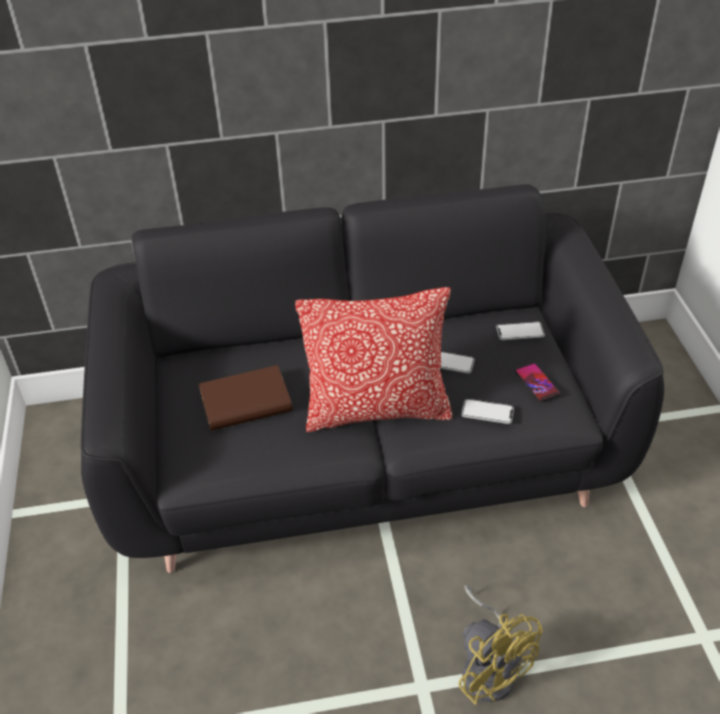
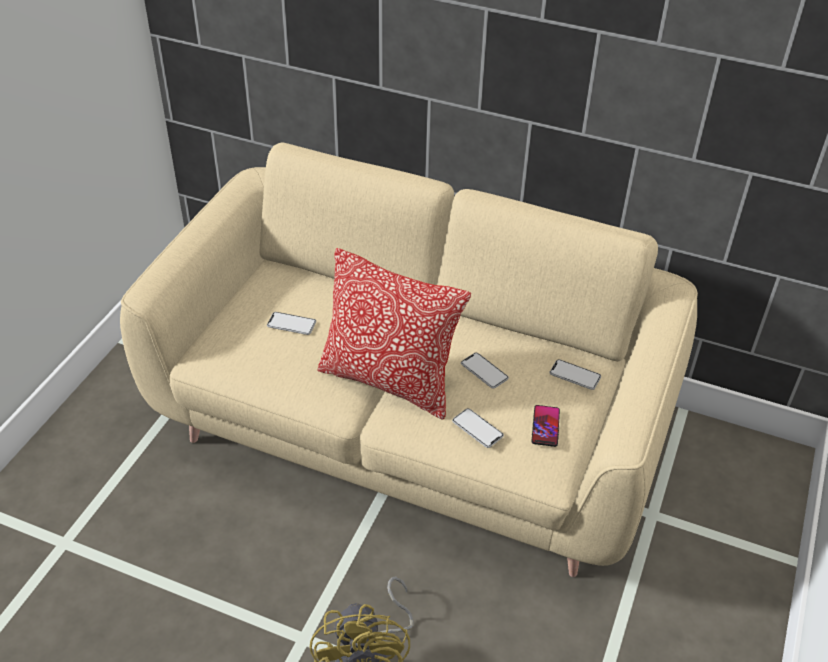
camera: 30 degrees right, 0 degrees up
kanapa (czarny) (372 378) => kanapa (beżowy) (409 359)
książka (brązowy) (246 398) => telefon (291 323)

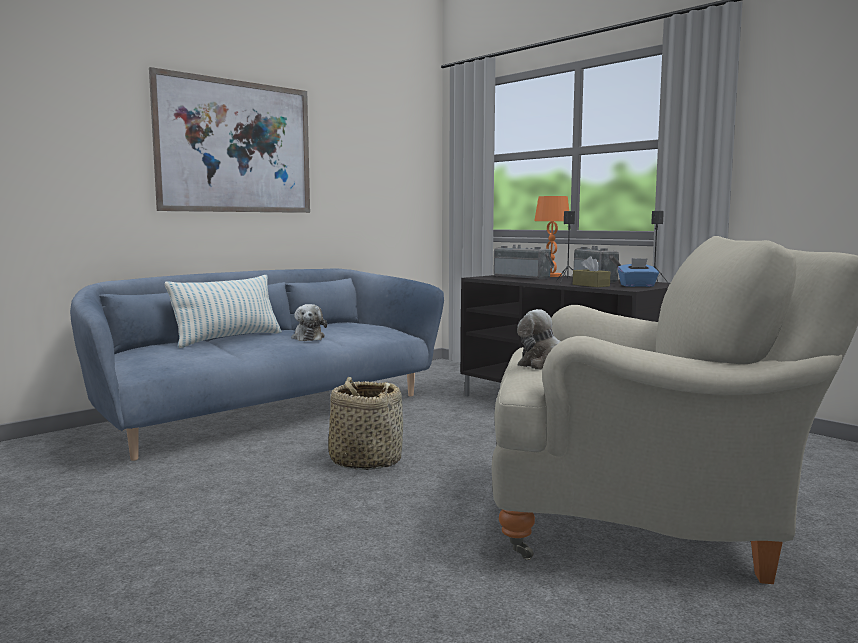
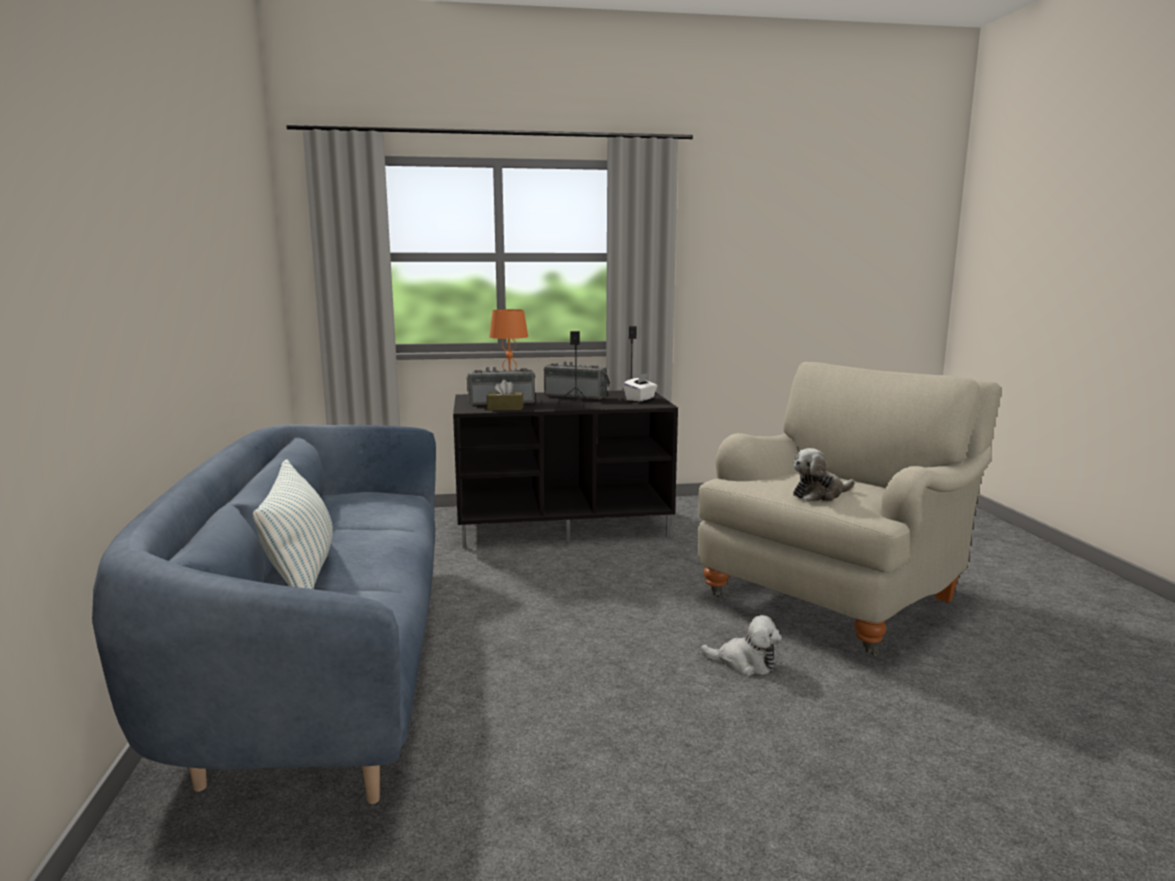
camera: 55 degrees left, 5 degrees up
pudełko chusteczek (brązowy) (592 271) => pudełko chusteczek (brązowy) (505 395), move
pudełko chusteczek (niebieski) (638 272) => pudełko chusteczek (biały) (640 387)
pluszak (309 322) => pluszak (741 645), move
obraz (229 140) => nothing
koszyk (365 423) => nothing

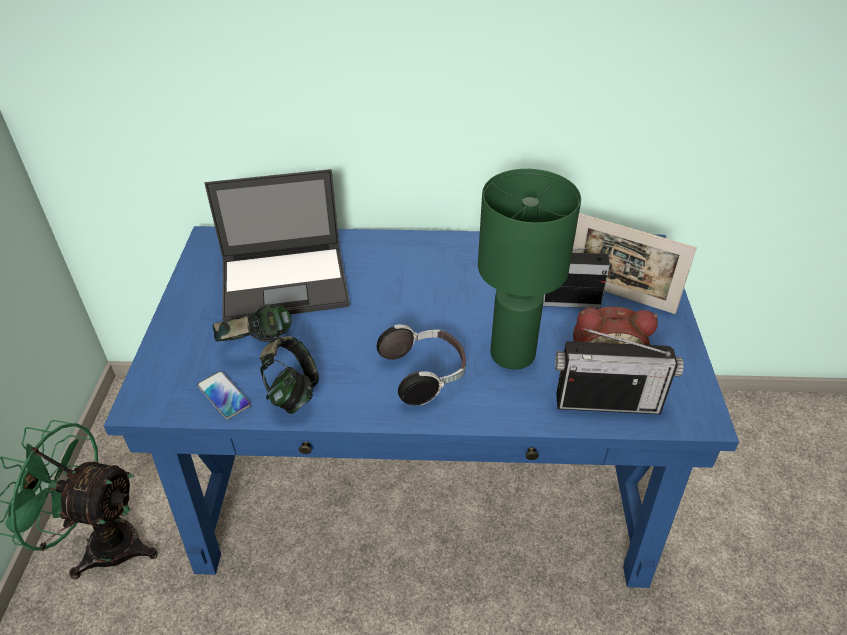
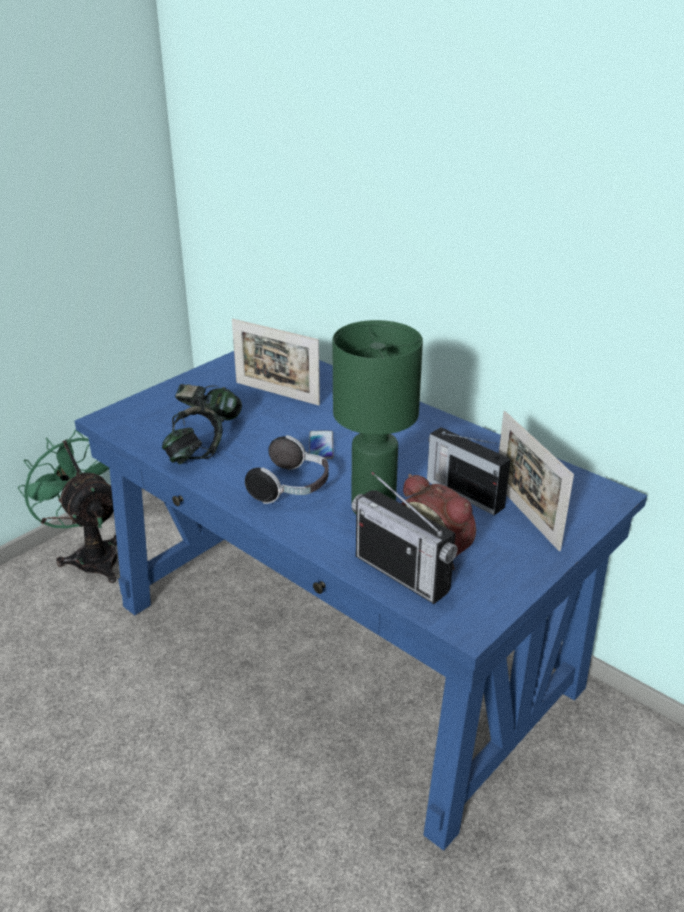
camera: 40 degrees right, 10 degrees down
laptop (277 245) => ramka na zdjęcie (276 362)
telefon (224 395) => telefon (321 445), move

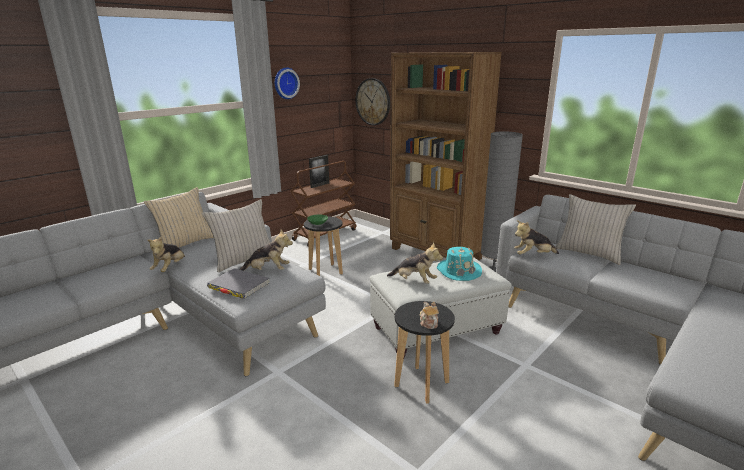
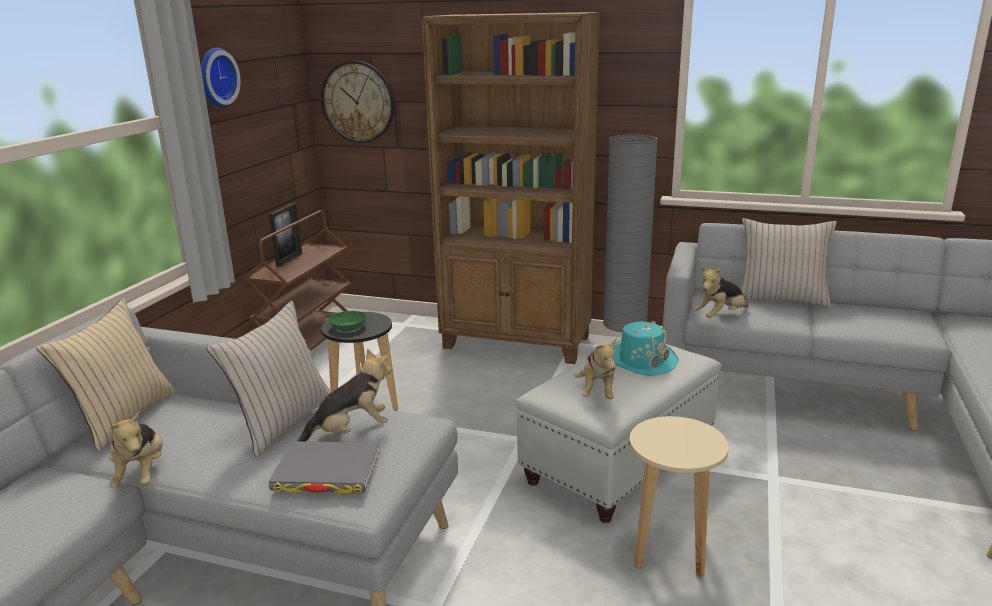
camera: 25 degrees left, 0 degrees up
pluszak (415 263) => pluszak (595 368), 90 degrees clockwise
stołek (czarny) (424 352) => stołek (beżowy) (679 497)
imbryk (429 315) => nothing

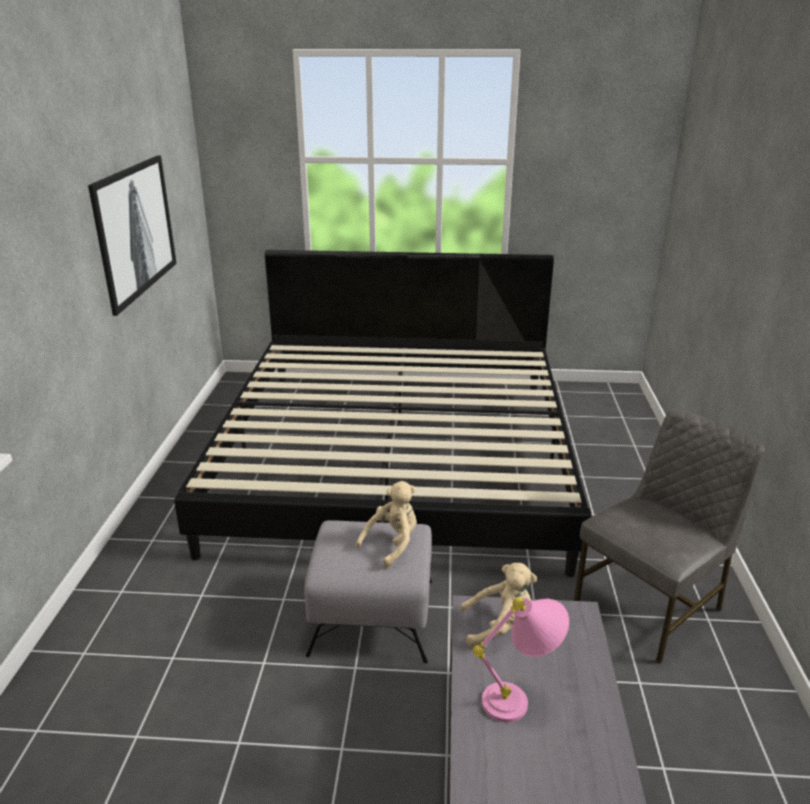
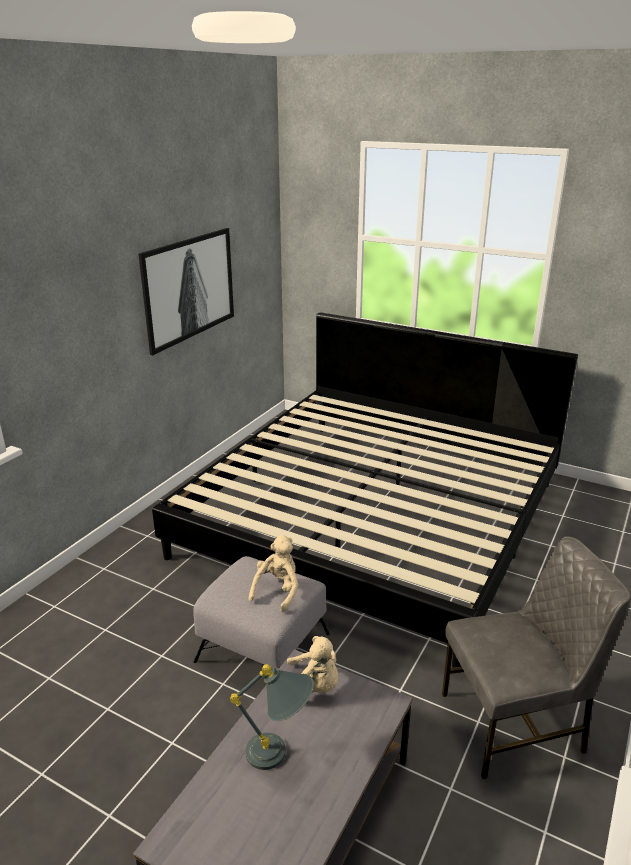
camera: 25 degrees right, 0 degrees up
lampa stołowa (różowy) (521 659) => lampa stołowa (szary) (272 717)
pluszak (beżowy) (386 524) => pluszak (beżowy) (273 573), 45 degrees counterclockwise

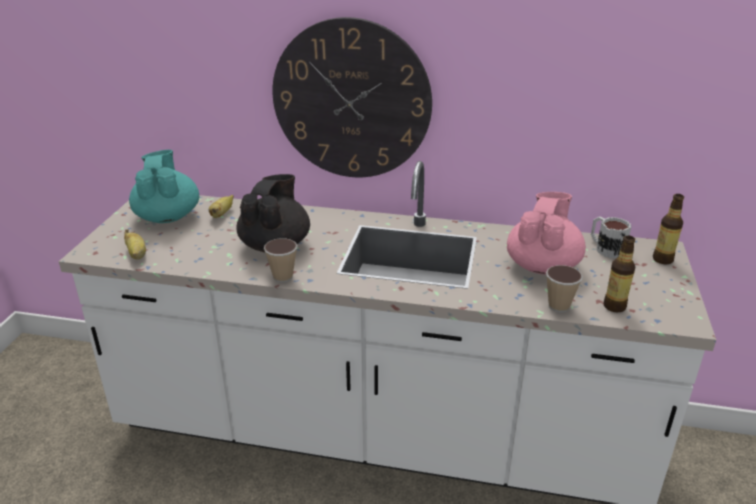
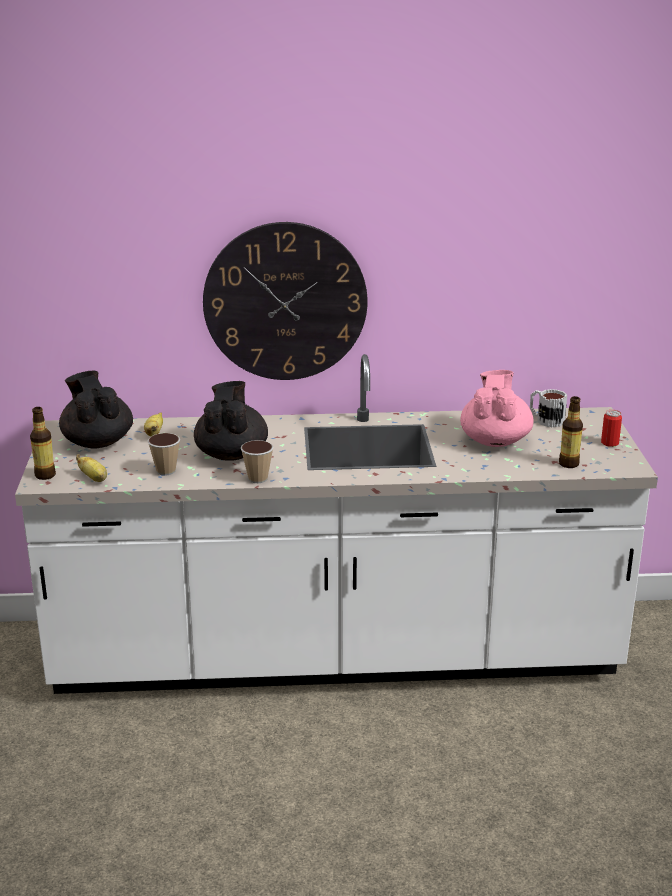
camera: 15 degrees left, 5 degrees down
butelka (668 229) => butelka (43 443), move
imbryk (turkusowy) (164 186) => imbryk (czarny) (96 410)
filiżanka (564 288) => filiżanka (163 454), move
nothing => puszka (611 428)

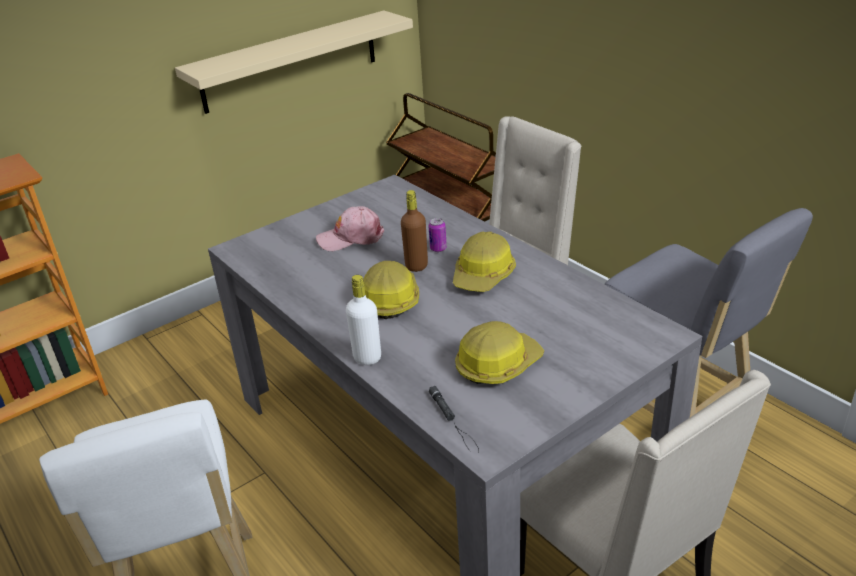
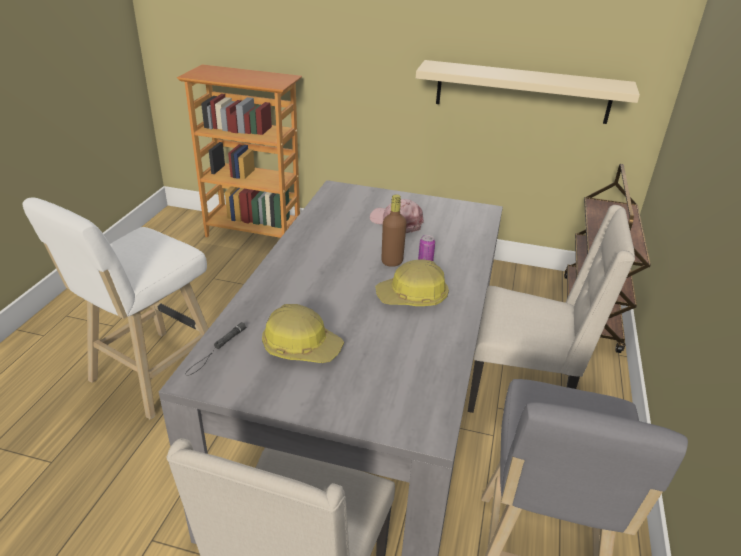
camera: 50 degrees right, 0 degrees up
butelka (biały) (363 320) => nothing
kask (391 290) => nothing

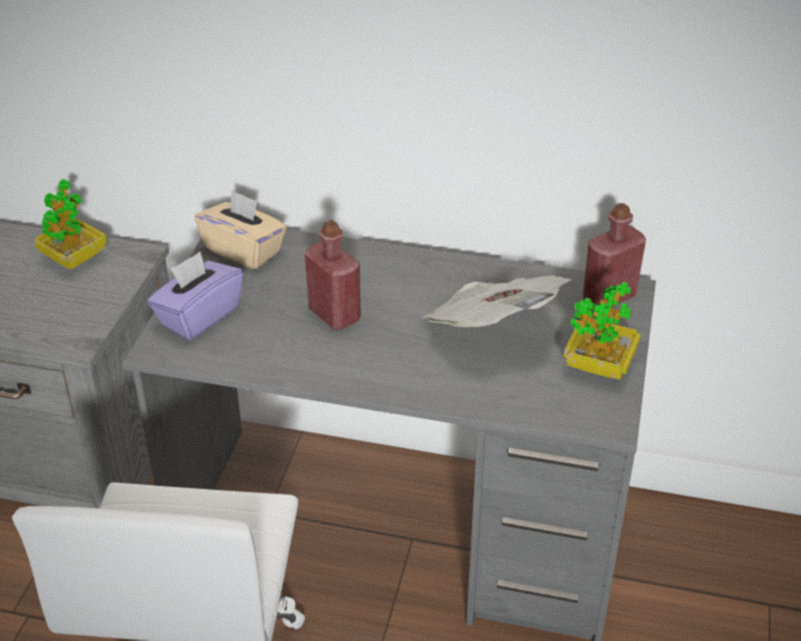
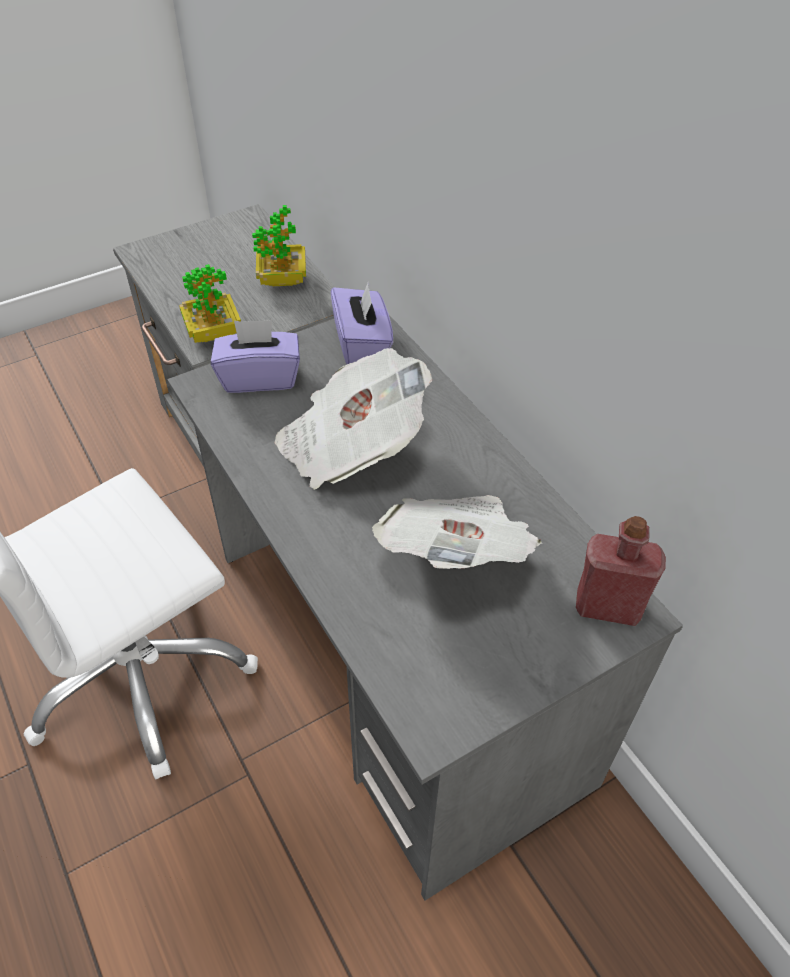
camera: 45 degrees right, 10 degrees up
roślina doniczkowa (602 331) => roślina doniczkowa (210 303), move
butelka (czerwony) (333 275) => gazeta (353 419)
pudełko chusteczek (beżowy) (241 229) => pudełko chusteczek (fioletowy) (362 323)

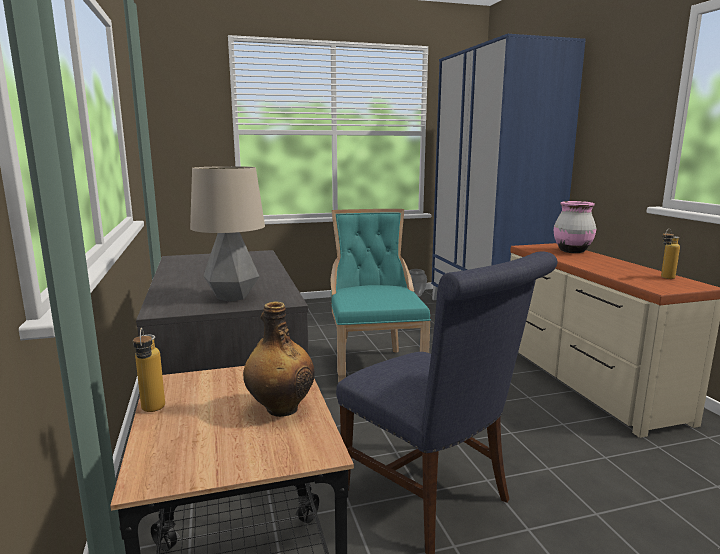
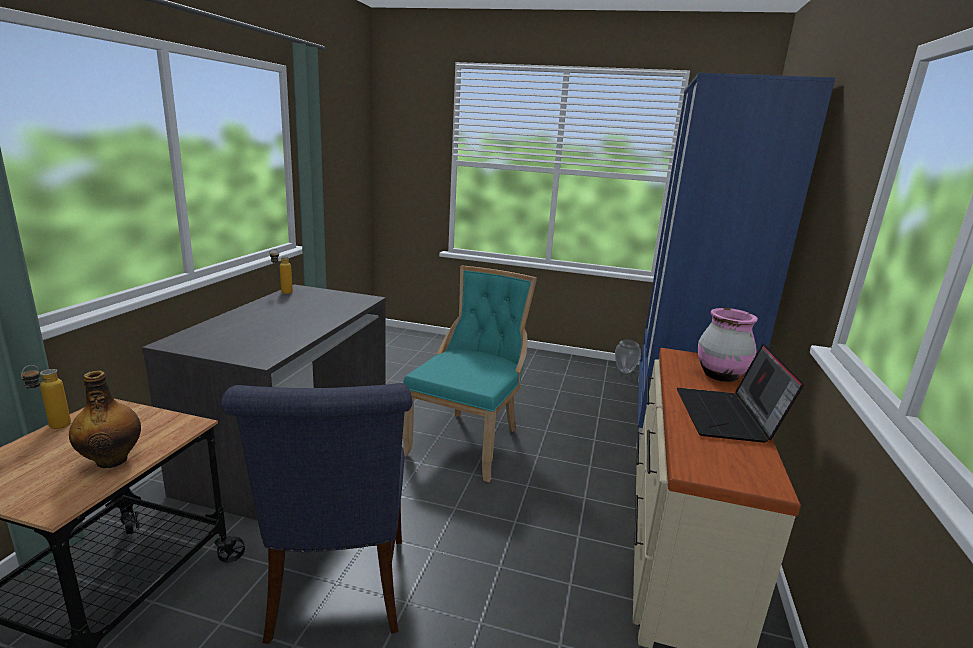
camera: 30 degrees right, 5 degrees up
butelka (670 254) => butelka (281 271), move
nothing => laptop (740 393)
lampa stołowa (227 234) => nothing

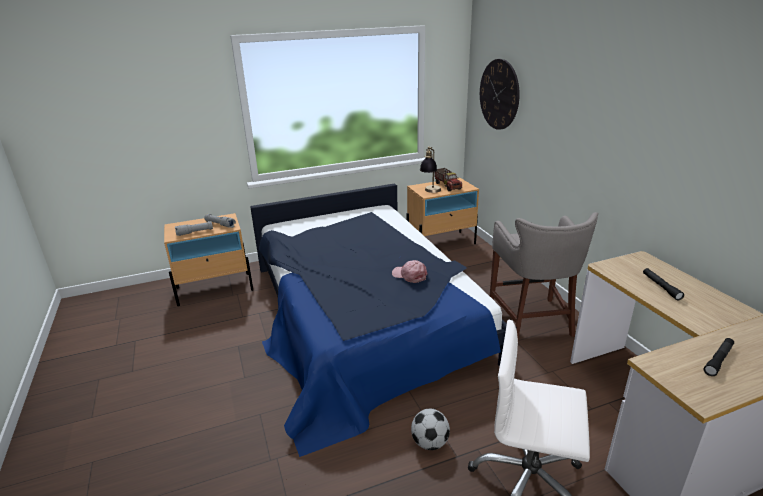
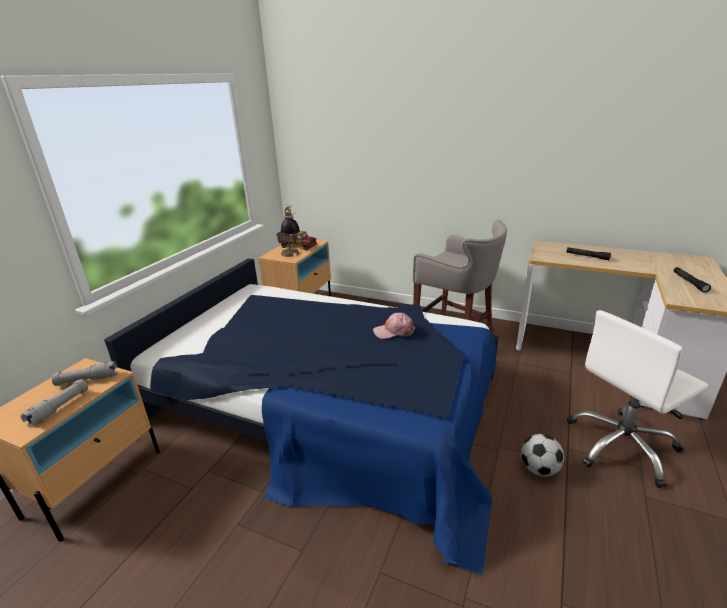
camera: 45 degrees left, 0 degrees up
zegar ścienny (500 94) => nothing

